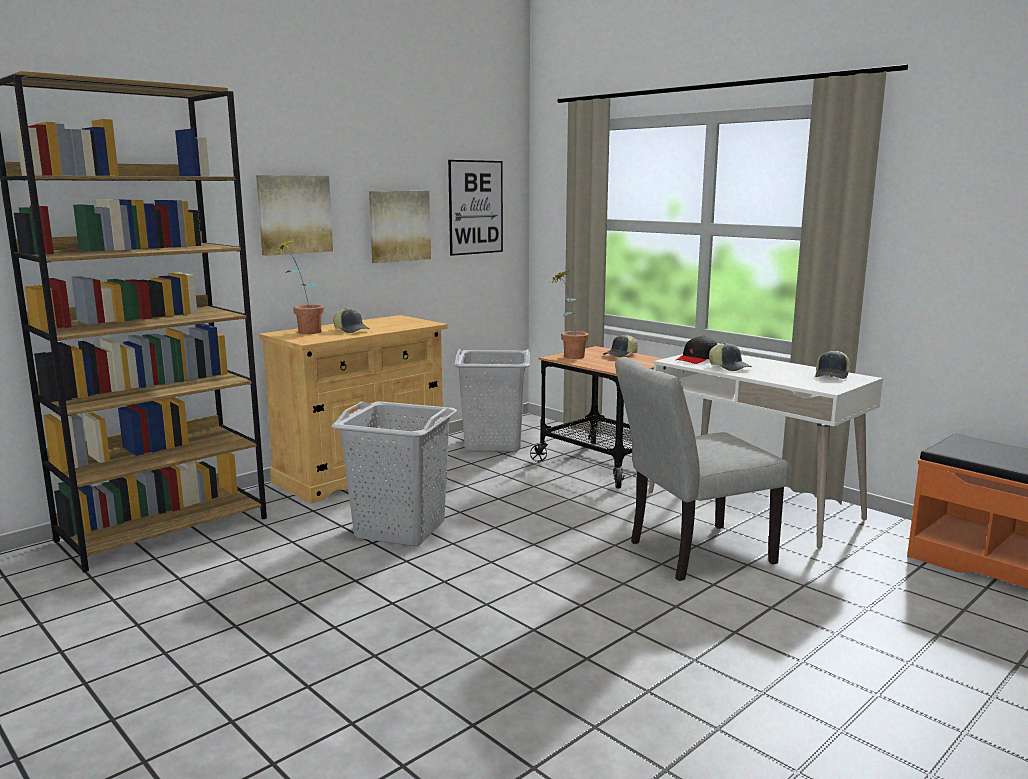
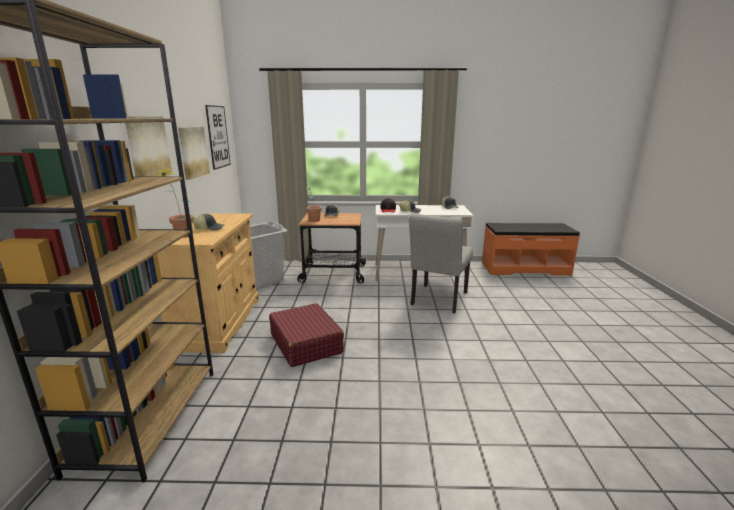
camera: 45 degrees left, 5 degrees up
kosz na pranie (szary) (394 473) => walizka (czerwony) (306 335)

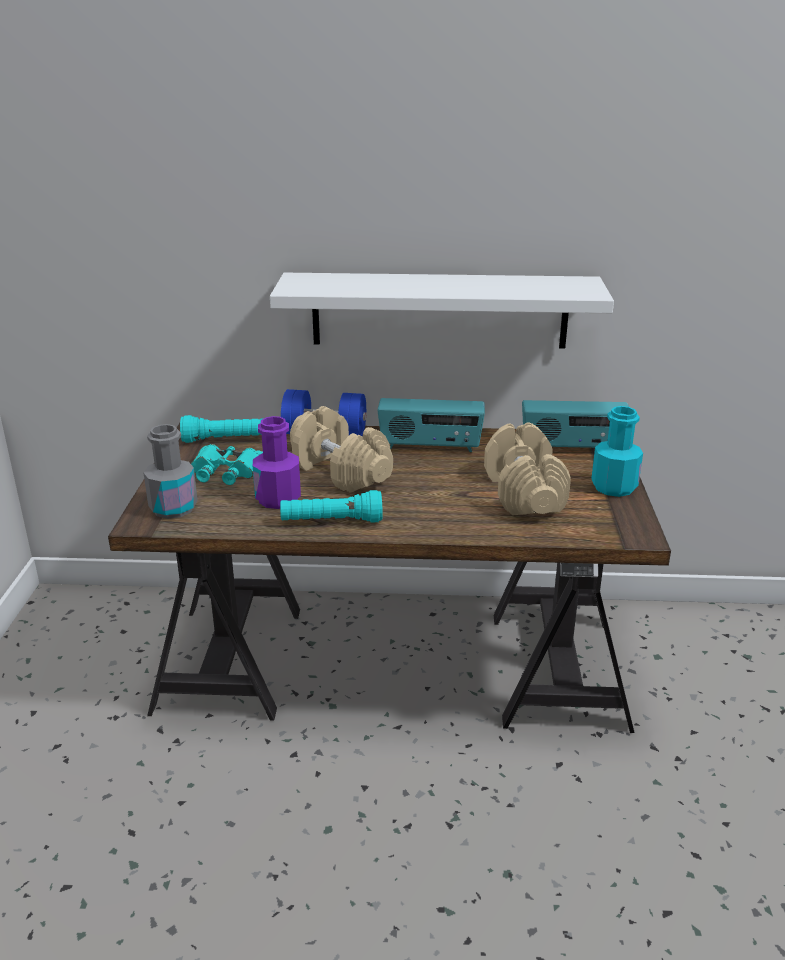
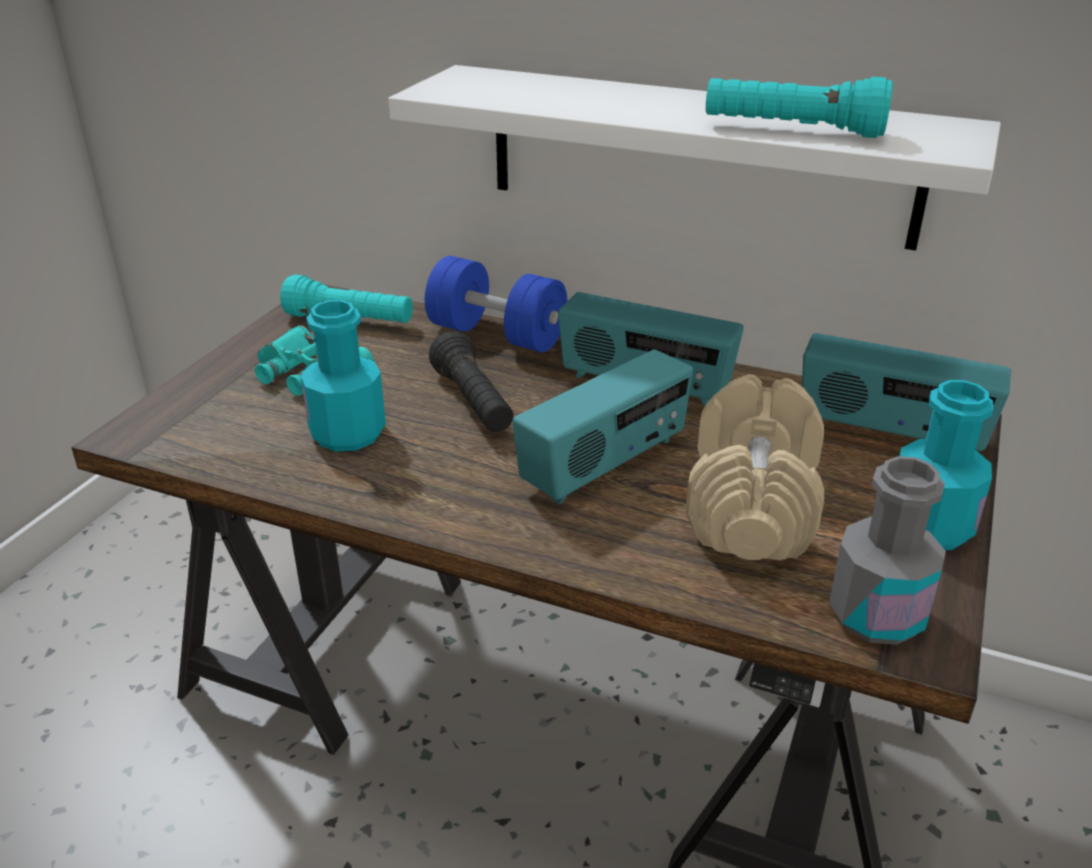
camera: 20 degrees right, 5 degrees up
butelka (fioletowy) (277 462) => butelka (turkusowy) (343 375)
hantel (beżowy) (341 449) => latarka (czarny) (471 382)
nothing => radio (603 427)
latarka (turkusowy) (331 506) => latarka (turkusowy) (799 107), move
butelka (szary) (171 471) => butelka (szary) (887 550), move

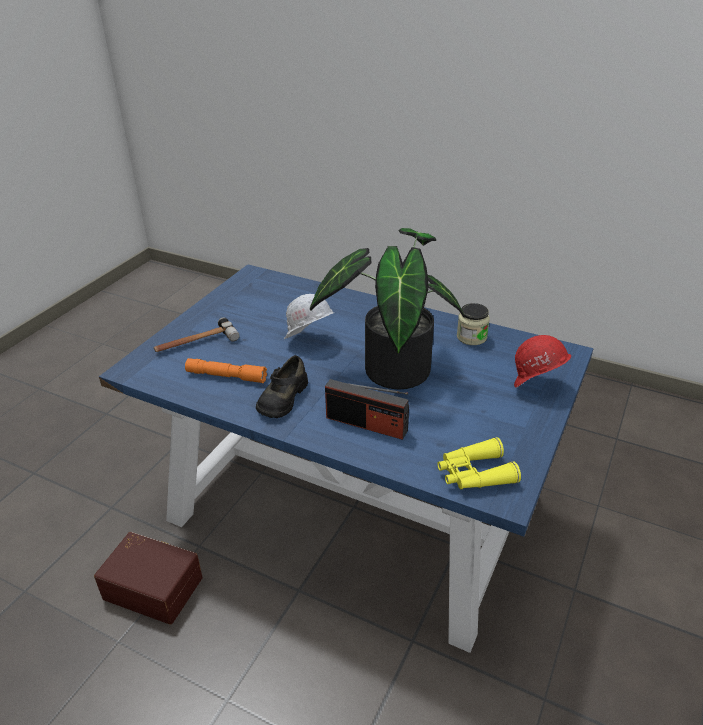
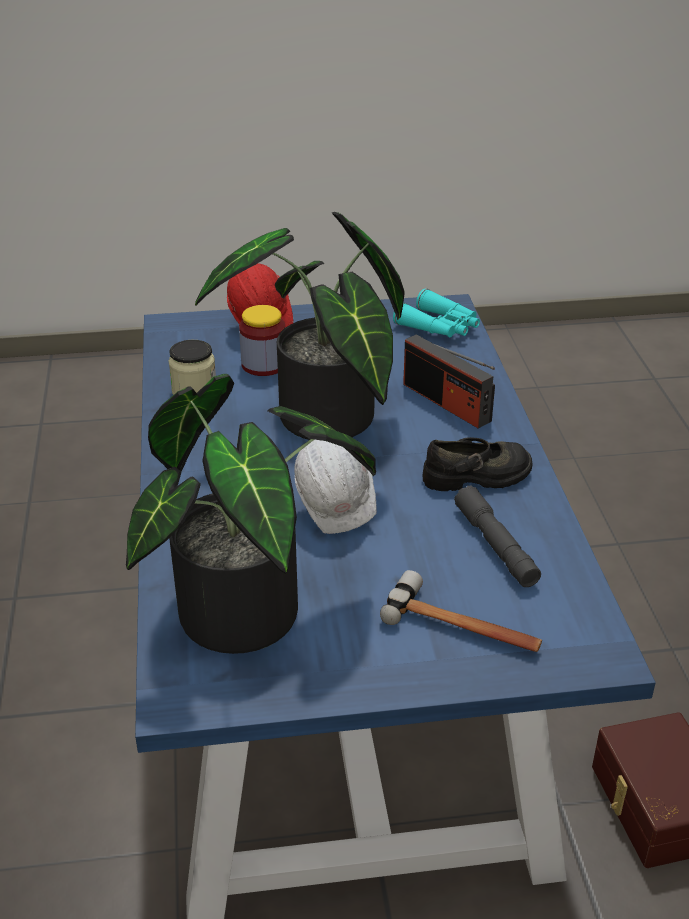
camera: 125 degrees left, 0 degrees up
nothing => roślina doniczkowa (251 514)
nothing => słoik (262 340)
lornetka (żółty) (479 463) => lornetka (turkusowy) (436 313)
radio (367 409) => radio (449 381), 150 degrees clockwise
latarka (pomarańczowy) (226 370) => latarka (szary) (497 536)

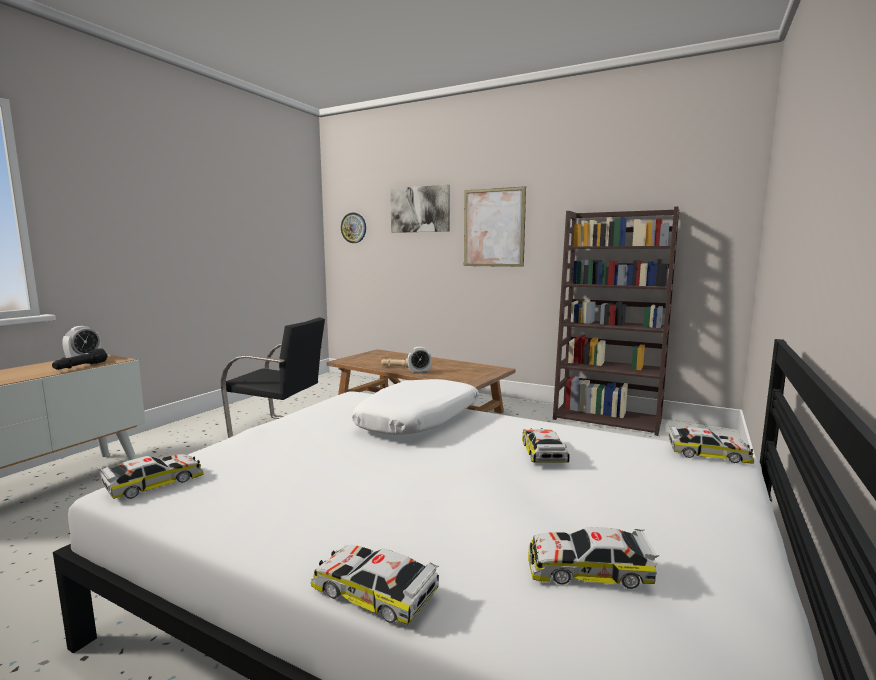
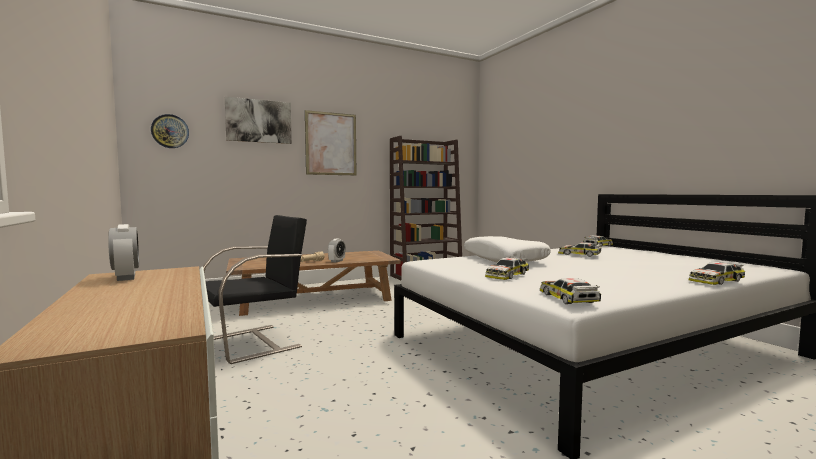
camera: 55 degrees left, 5 degrees down
samochodzik (593 558) => samochodzik (507 268), move
latarka (czarny) (79 359) => nothing

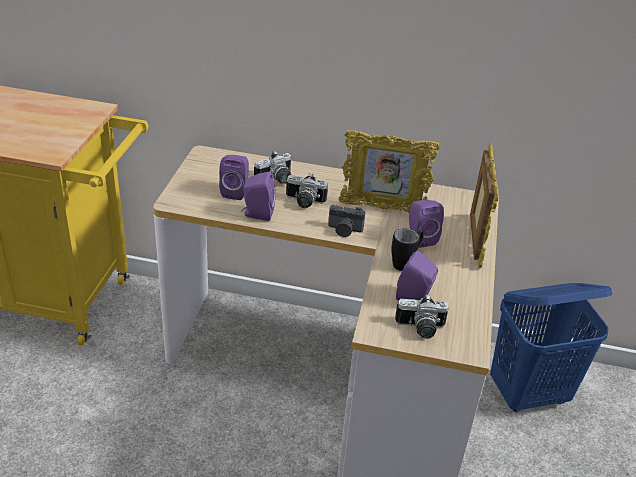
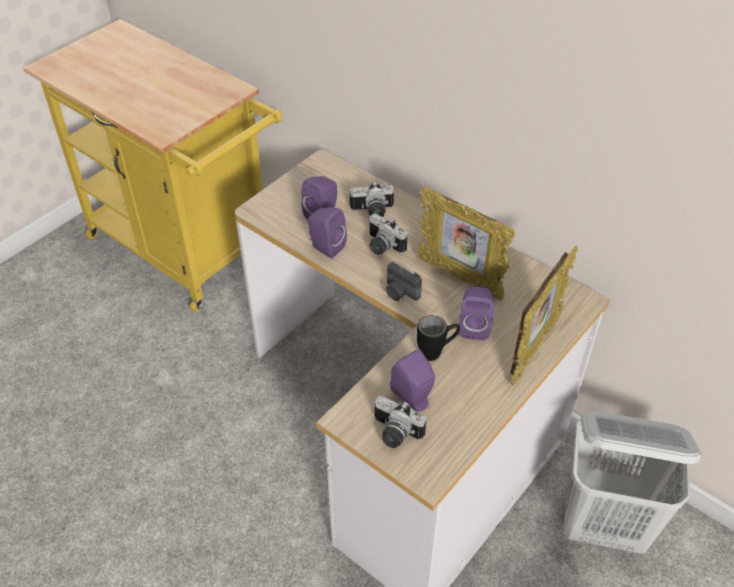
camera: 30 degrees right, 10 degrees up
kosz na pranie (niebieski) (551 347) => kosz na pranie (biały) (633 482)

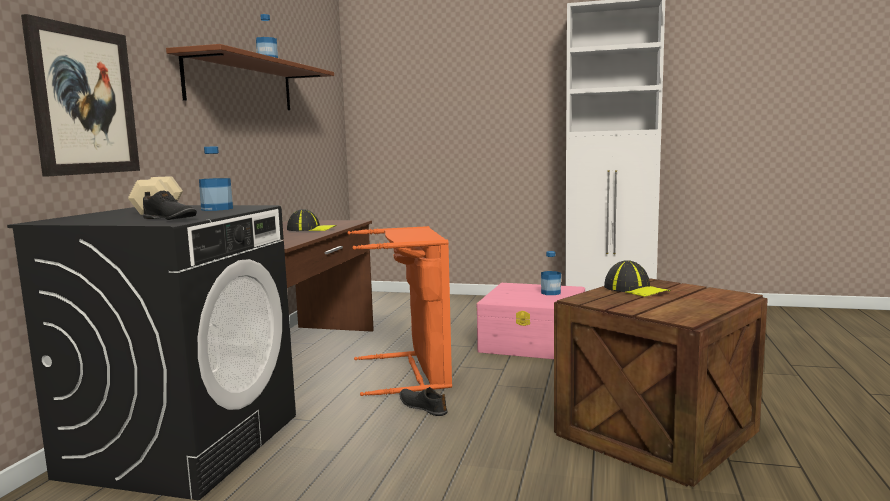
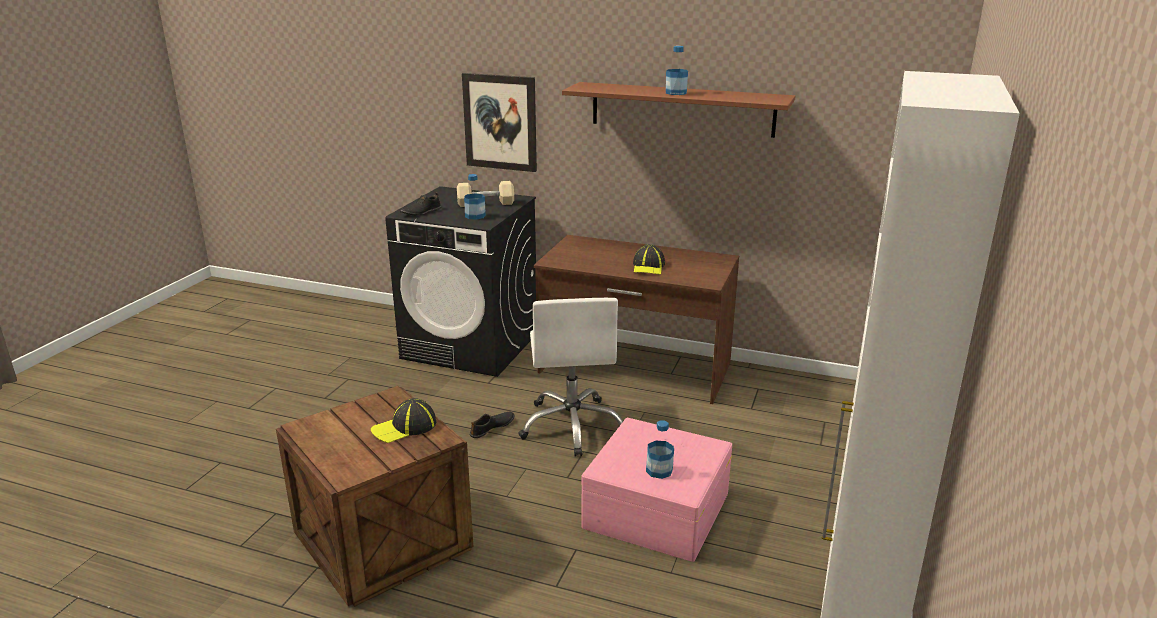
camera: 95 degrees right, 15 degrees up
kosz na pranie (pomarańczowy) (399 311) => krzesło biurowe (biały) (570 377)

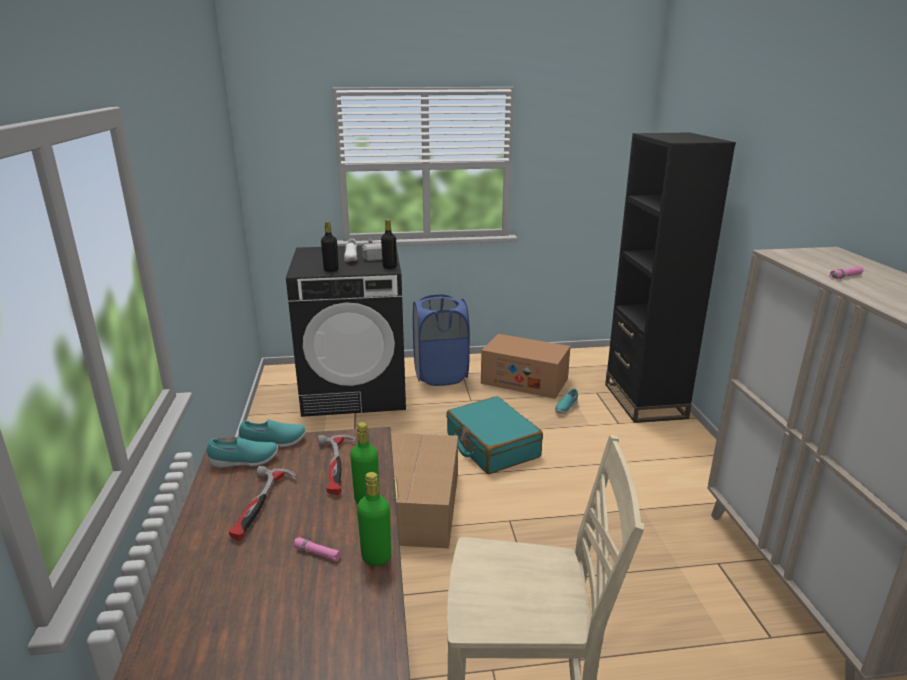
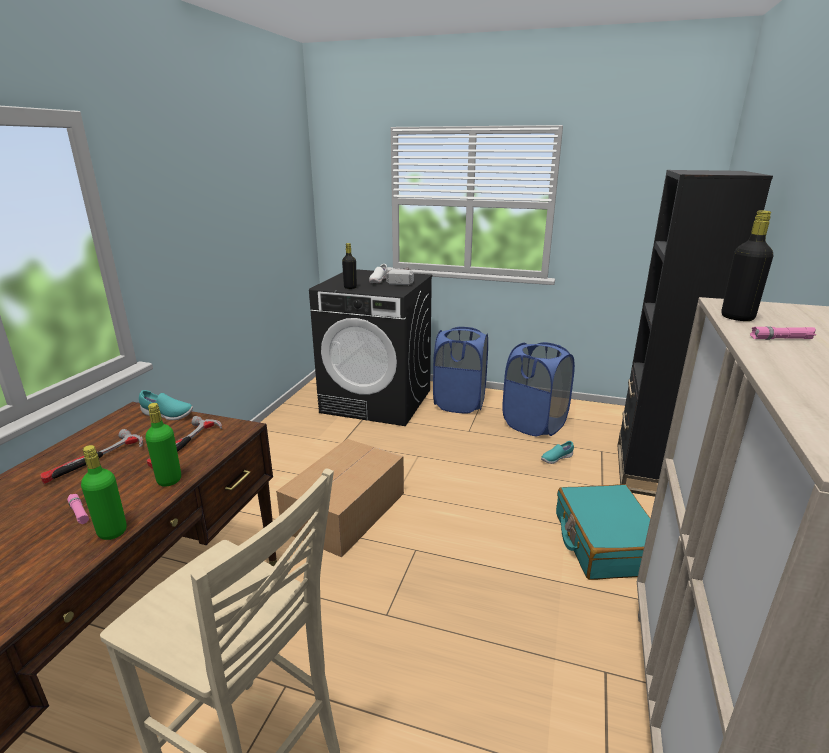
camera: 25 degrees right, 0 degrees up
karton (526 366) => kosz na pranie (niebieski) (538 389)
walizka (turkusowy) (494 435) => walizka (turkusowy) (603 532), move
butelka (czarny) (389 244) => butelka (czarny) (747 265), move
but (turkusowy) (242 452) => nothing

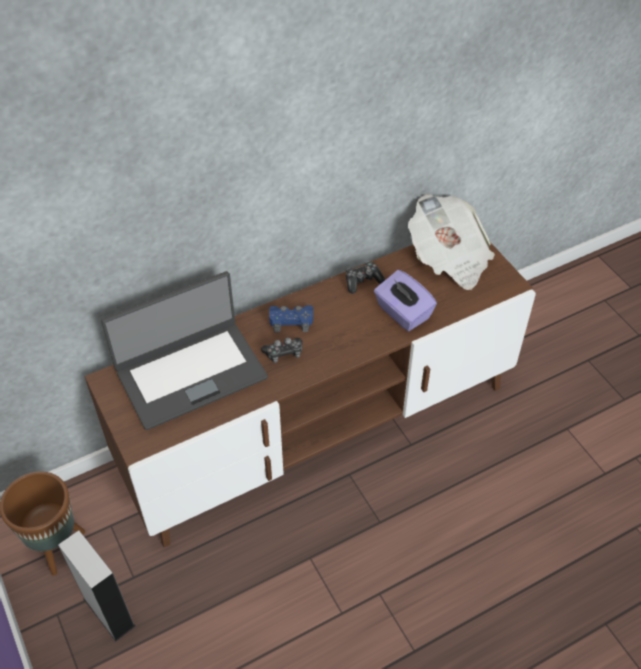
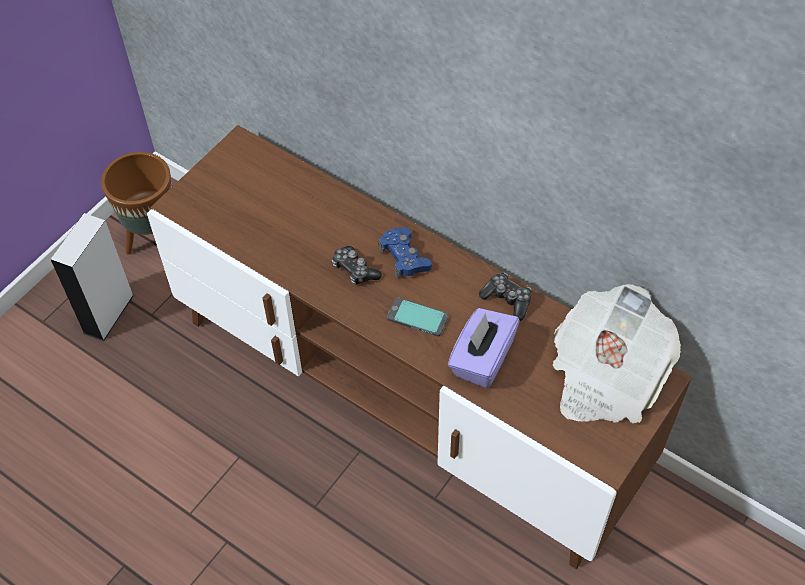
camera: 65 degrees right, 5 degrees up
nothing => telefon (418 317)
laptop (184 350) => nothing

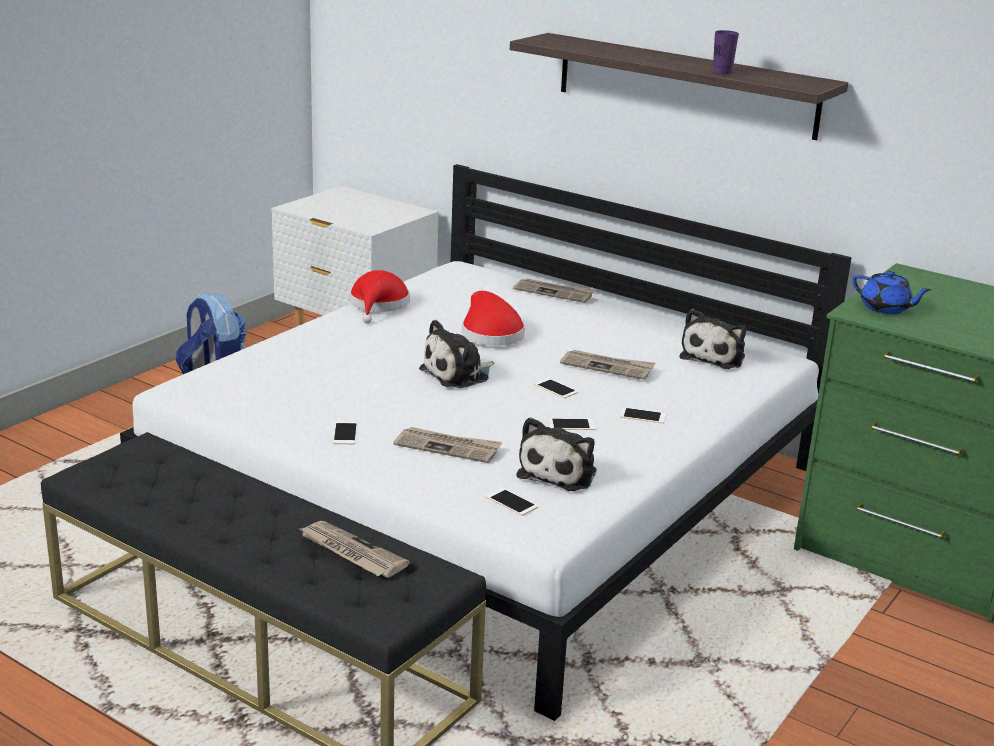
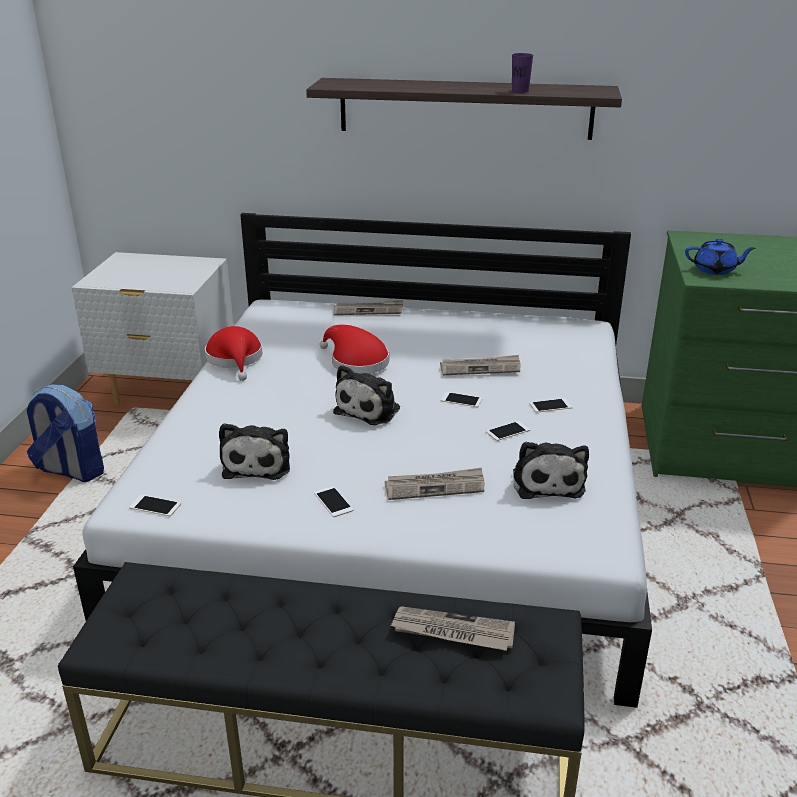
camera: 25 degrees left, 5 degrees up
telefon (511 502) => telefon (155 506), move
pluszak (713 339) => pluszak (254 451), move

